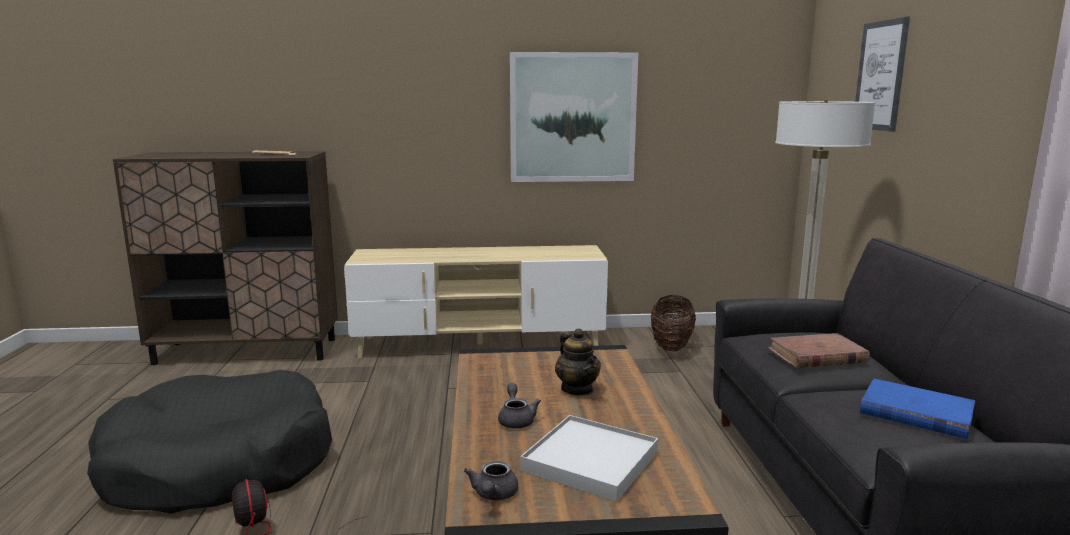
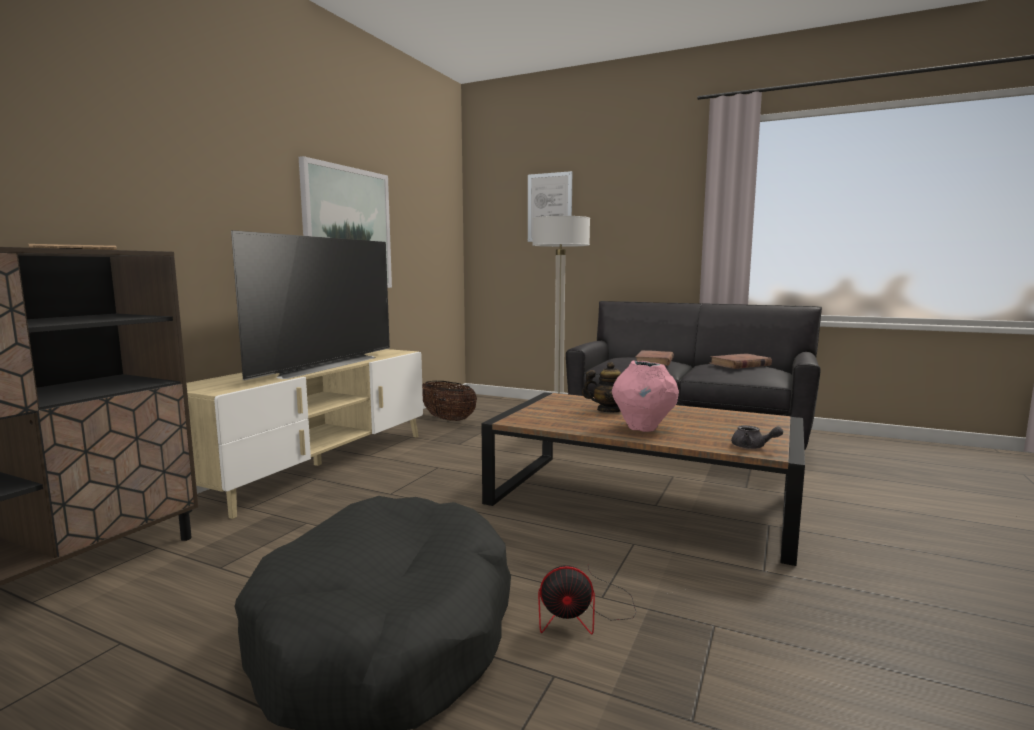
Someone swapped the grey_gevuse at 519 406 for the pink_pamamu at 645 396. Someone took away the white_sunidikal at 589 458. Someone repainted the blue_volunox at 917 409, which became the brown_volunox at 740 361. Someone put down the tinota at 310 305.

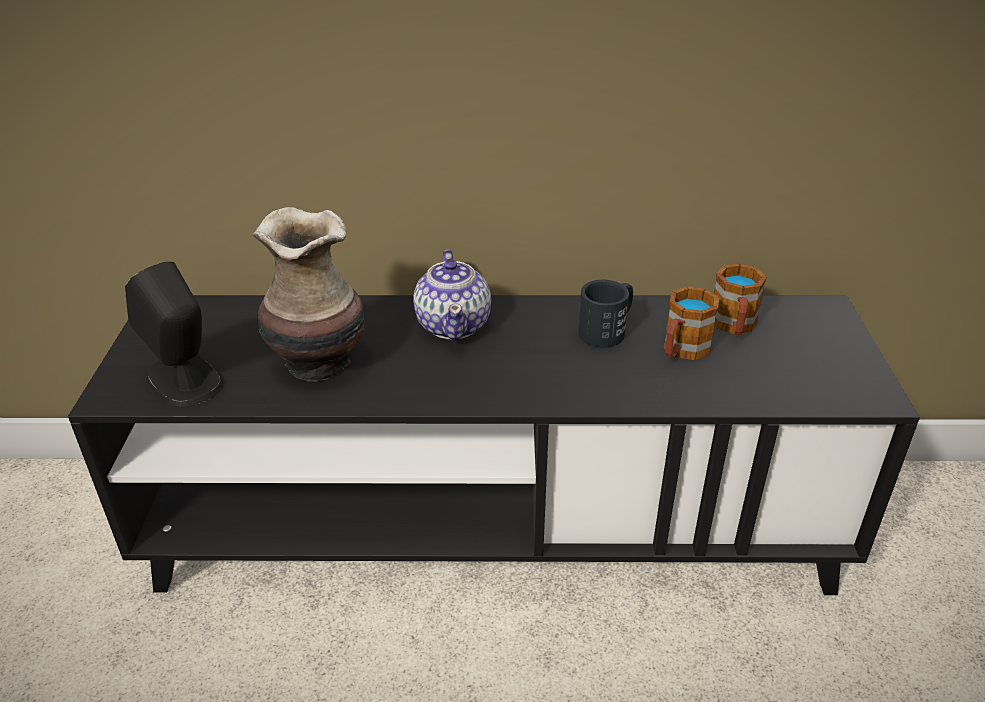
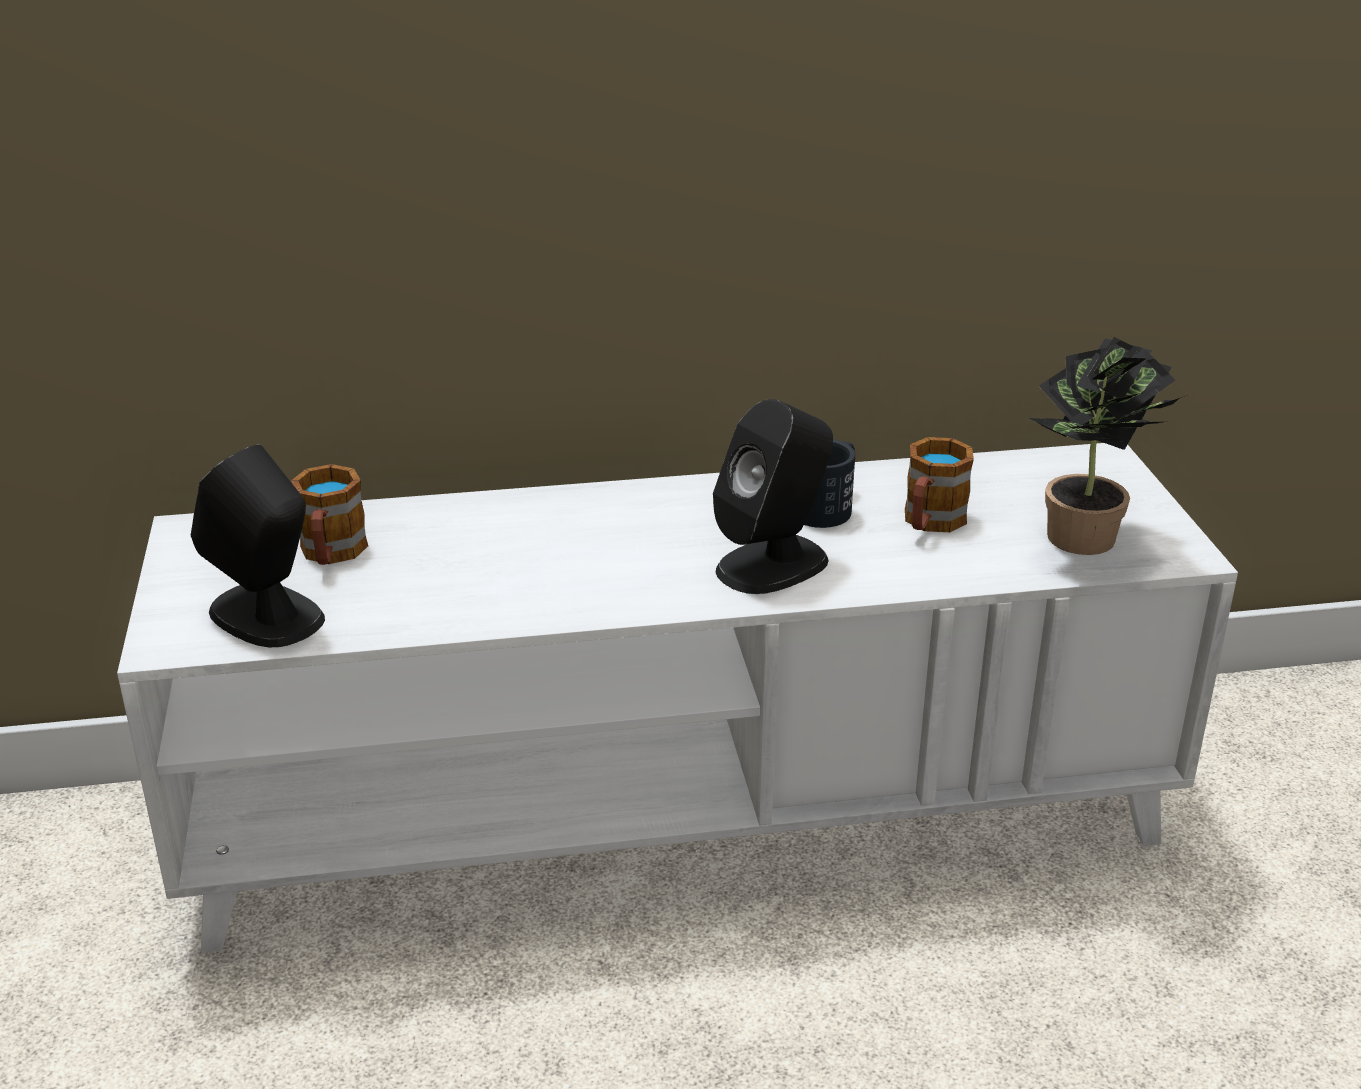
Someone repainted the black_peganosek at 494 445, which became the white_peganosek at 677 698. Someone took away the pamamu at 309 294. Someone took away the gevuse at 452 295. Someone carried the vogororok from 740 299 to 329 514. Someone put down the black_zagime at 773 496. Someone put down the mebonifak at 1108 446.

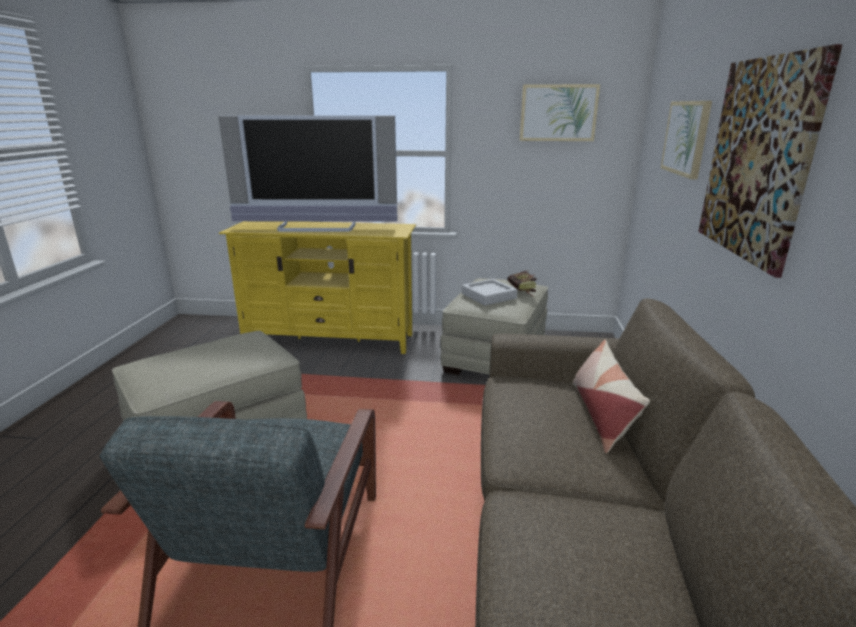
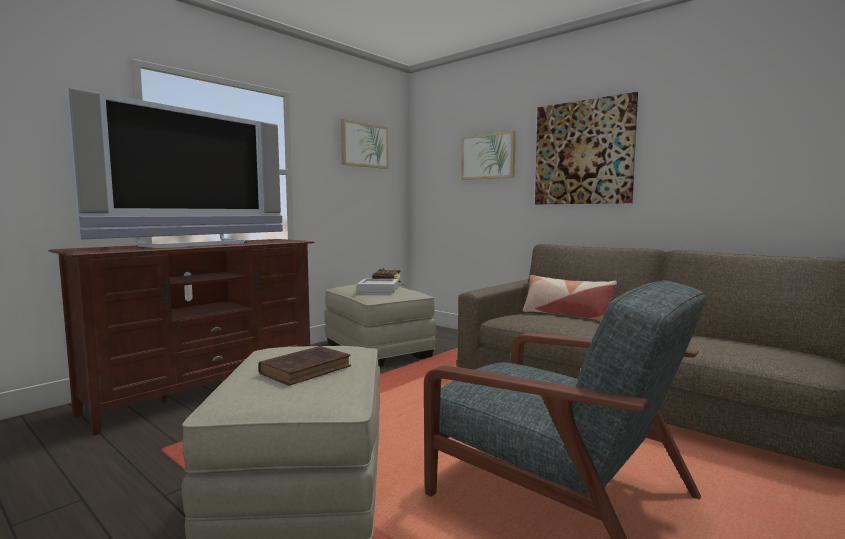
Someone repainted the yellow_peganosek at 317 287, which became the brown_peganosek at 182 337. Someone put down the brown_volunox at 304 366.

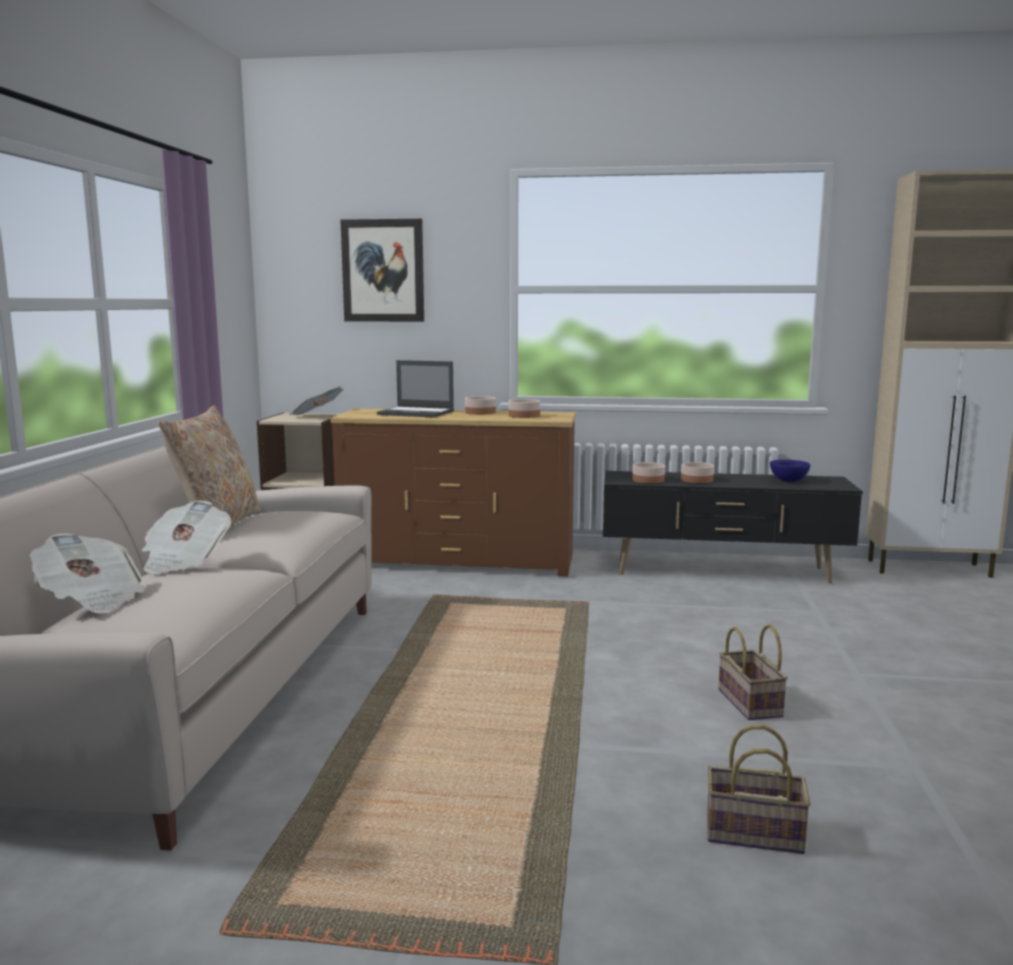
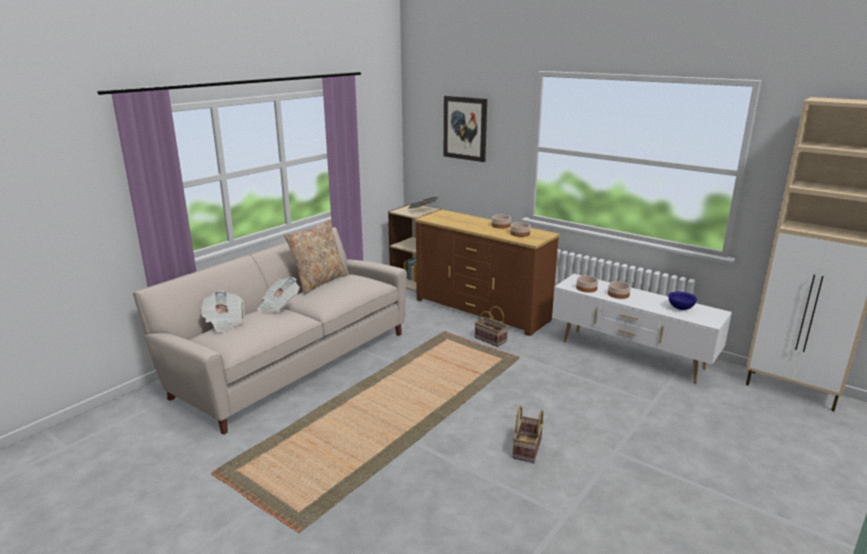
Someone took away the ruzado at 415 389. Someone repainted the black_peganosek at 733 527, which became the white_peganosek at 642 328. Someone carried the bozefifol from 759 789 to 491 326.

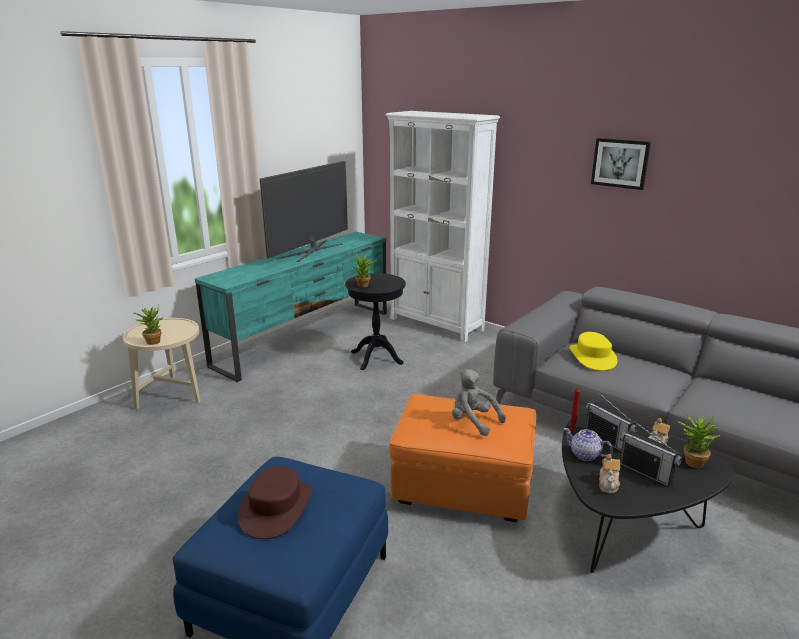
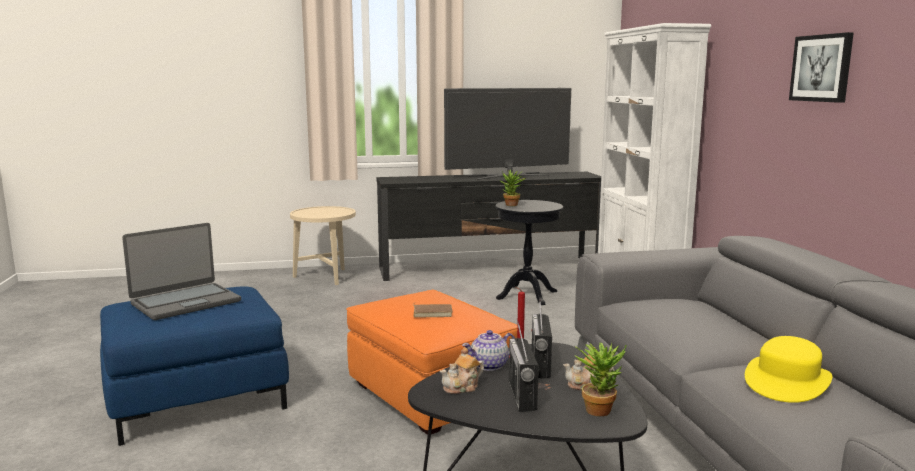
Someone took away the mebonifak at 148 324. Someone repainted the turquoise_peganosek at 291 307, which became the black_peganosek at 488 226. Someone swapped the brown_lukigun at 274 502 for the ruzado at 181 271. Someone swapped the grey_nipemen at 479 402 for the brown_volunox at 433 310. Someone rotated the gevuse at 588 444 by 105 degrees counterclockwise. Someone carried the yellow_lukigun from 593 351 to 788 369.

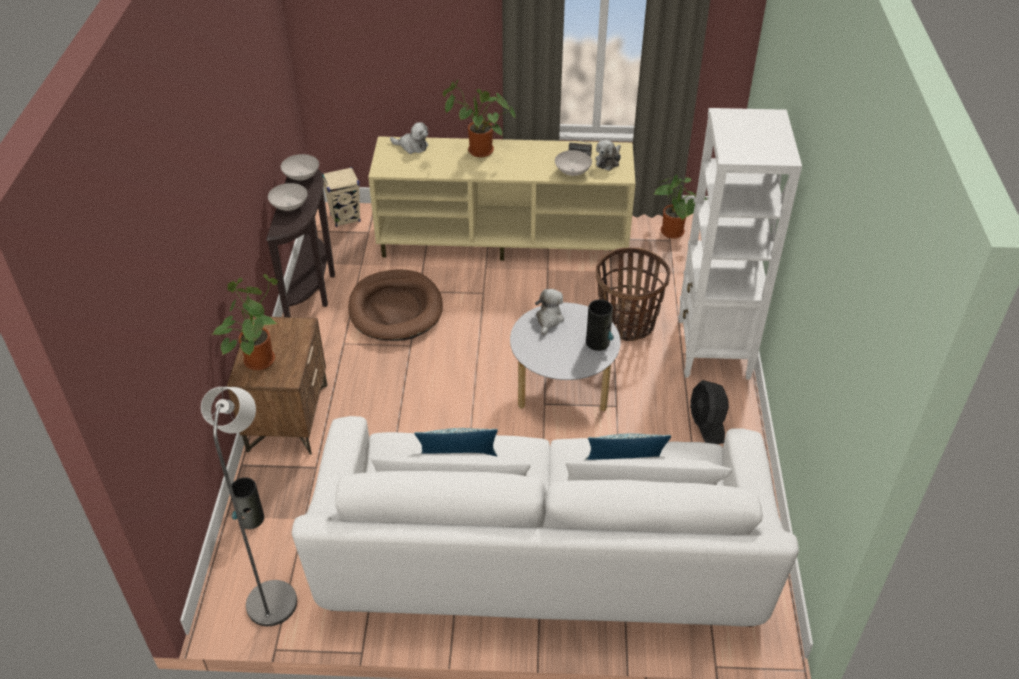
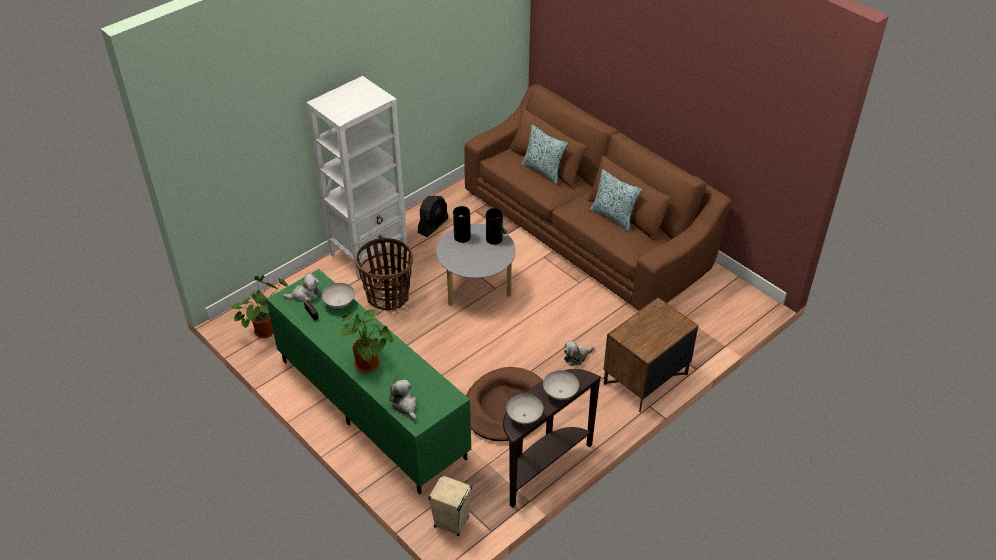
Someone took away the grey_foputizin at 249 506. Someone took away the mebonifak at 245 322. Someone carried the pamamu from 247 503 to 496 226. Someone repainted the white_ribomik at 545 521, which became the brown_ribomik at 598 197. Someone repainted the beige_peganosek at 502 198, which became the green_peganosek at 368 381. Someone carried the nipemen from 549 312 to 579 353.

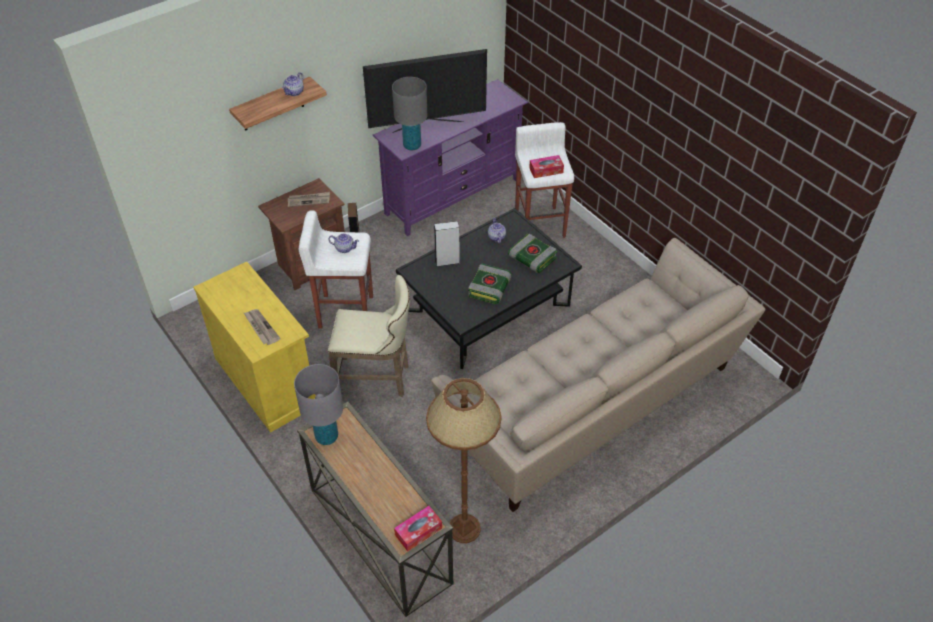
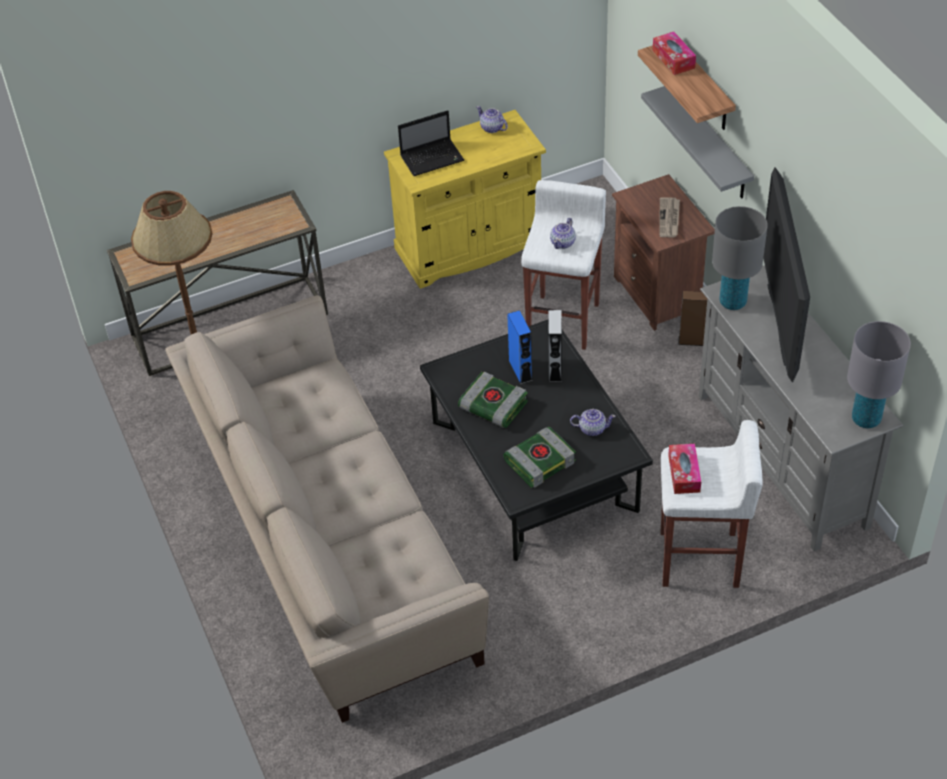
Someone swapped the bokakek at 262 327 for the ruzado at 431 143. Someone carried the gevuse from 293 84 to 492 119. Someone carried the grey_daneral from 318 404 to 879 374. Someone took away the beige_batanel at 369 336. Someone repainted the purple_peganosek at 450 157, which became the grey_peganosek at 801 408. Someone carried the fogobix from 418 528 to 674 53. Someone put down the blue_zagime at 520 347. Someone put up the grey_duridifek at 697 142.

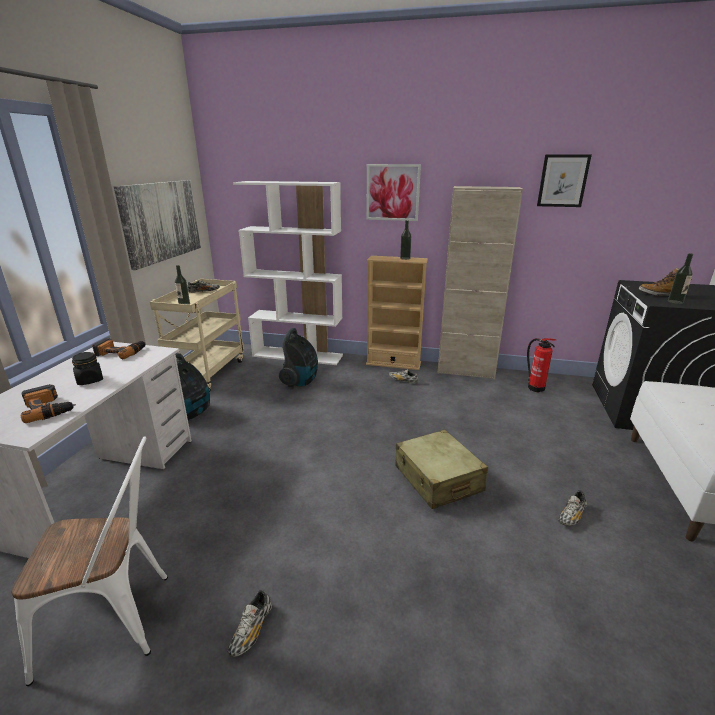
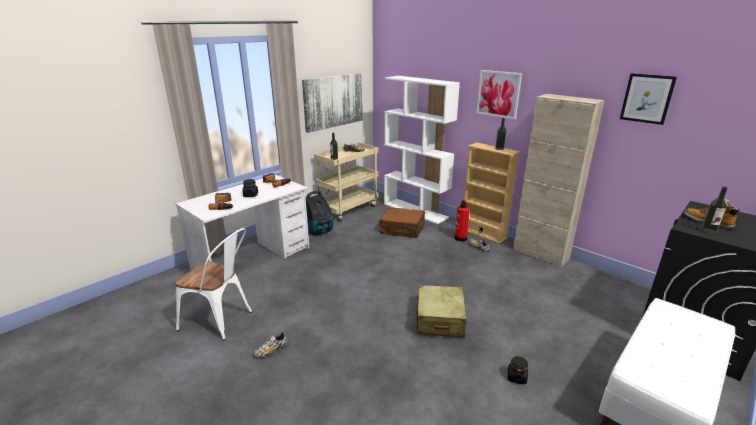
Someone swapped the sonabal at 298 357 for the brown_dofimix at 402 222. Someone carried the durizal from 541 365 to 462 220. Someone swapped the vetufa at 572 508 for the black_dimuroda at 518 369.

